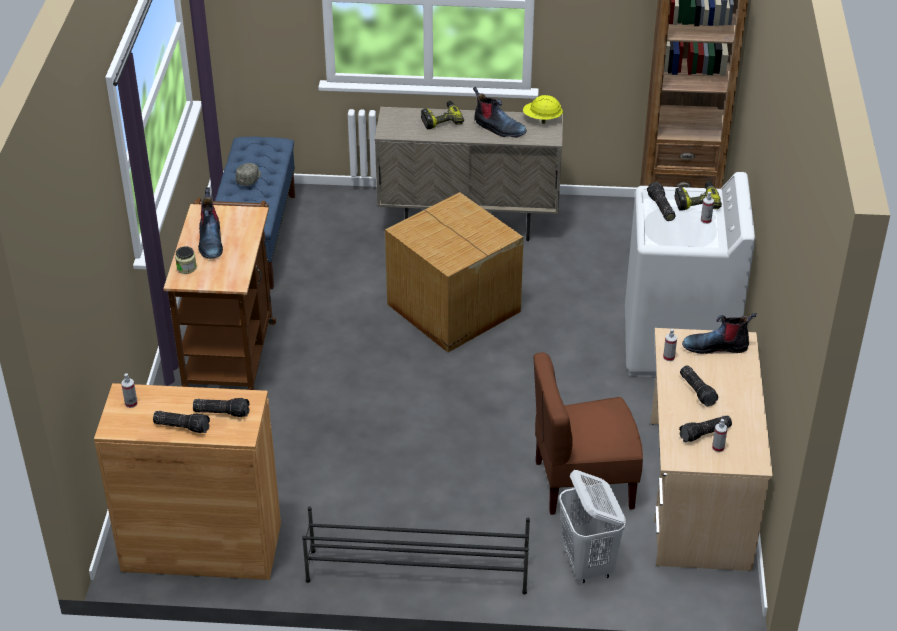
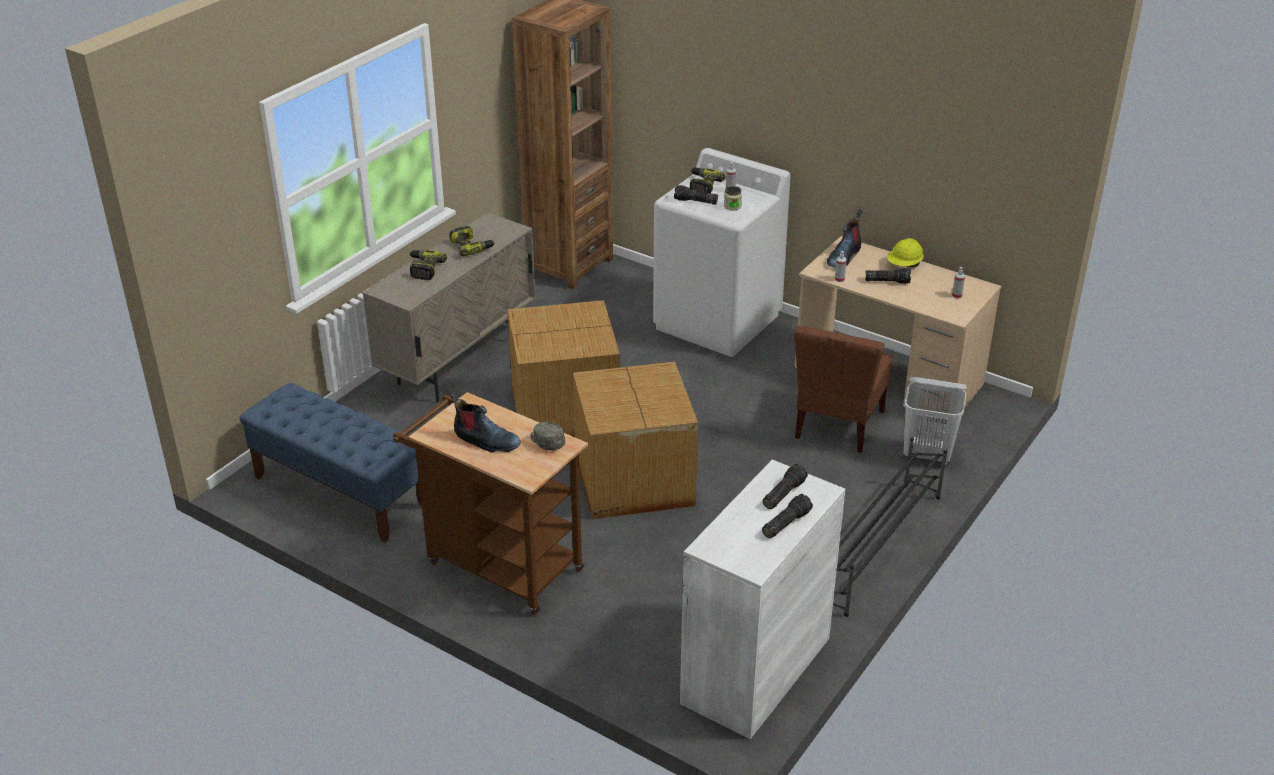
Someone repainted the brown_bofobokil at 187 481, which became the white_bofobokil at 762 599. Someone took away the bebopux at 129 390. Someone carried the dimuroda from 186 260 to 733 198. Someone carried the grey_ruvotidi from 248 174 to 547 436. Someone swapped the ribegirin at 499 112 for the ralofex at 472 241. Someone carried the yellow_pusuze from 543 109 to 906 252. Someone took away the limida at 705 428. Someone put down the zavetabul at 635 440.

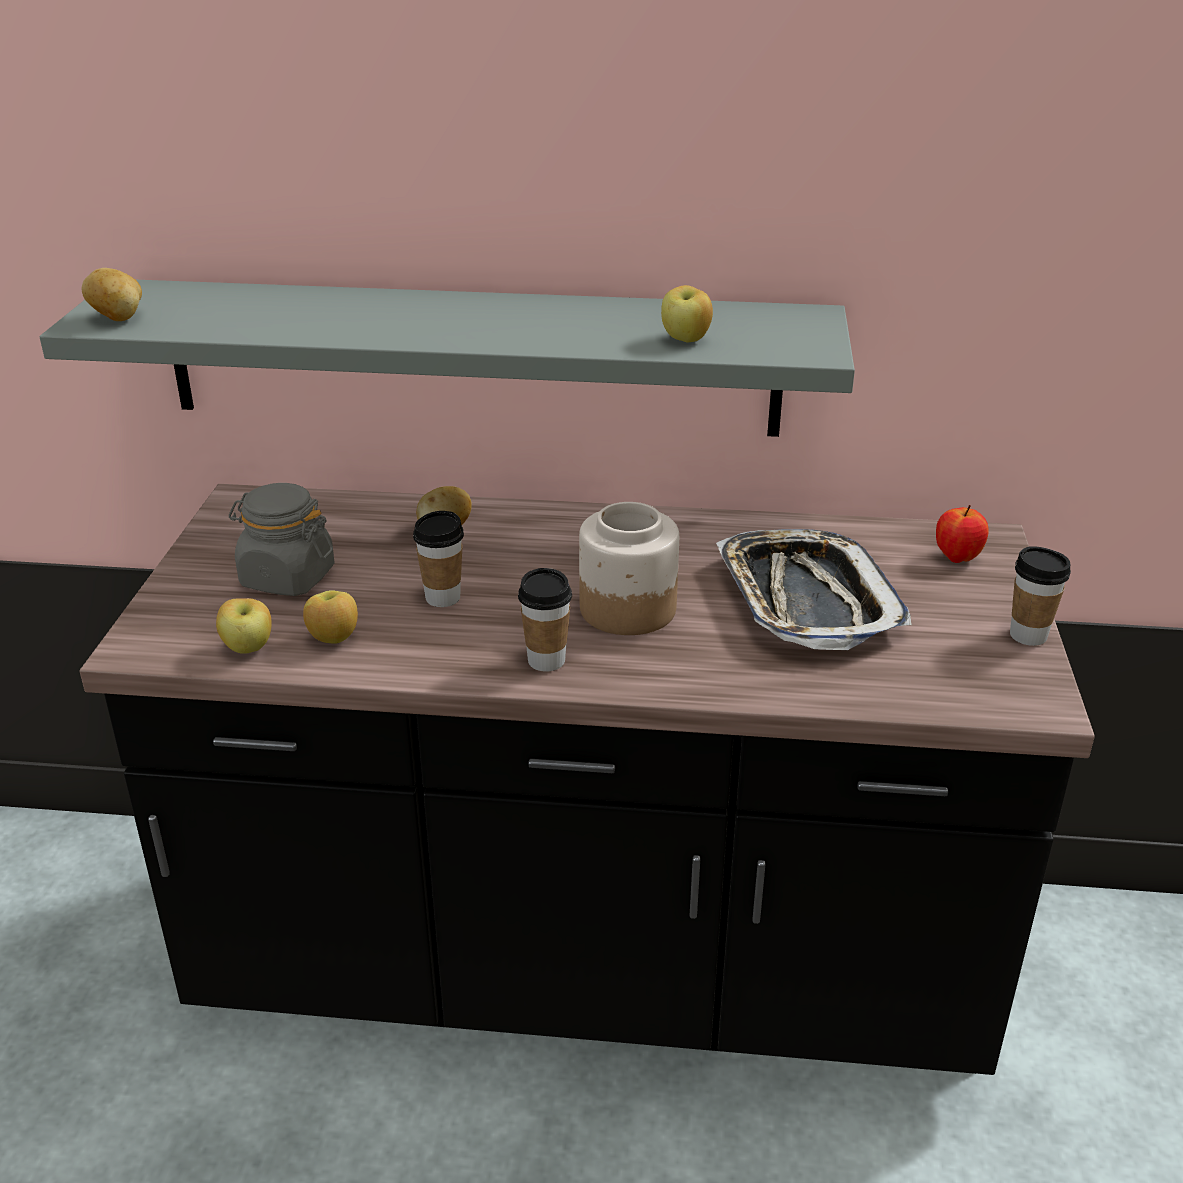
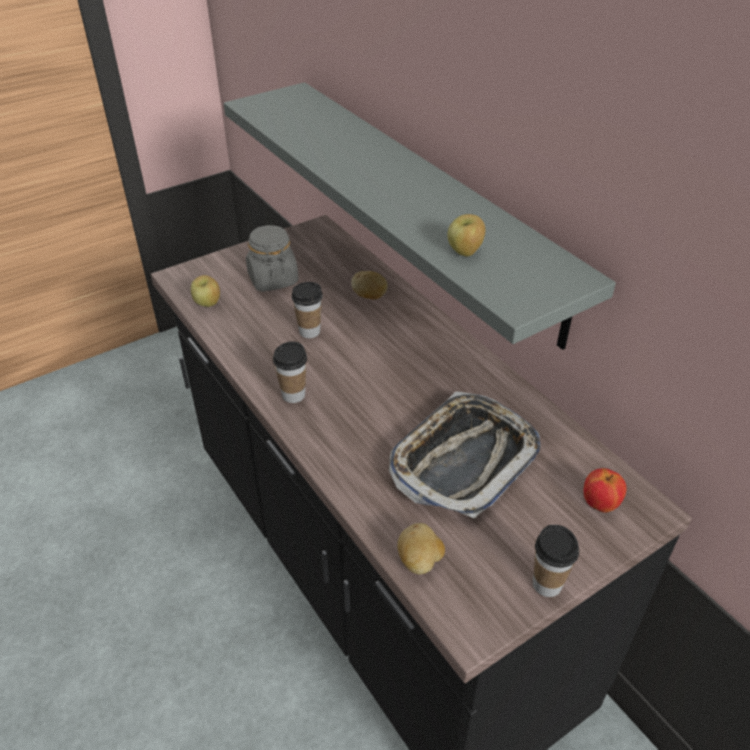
Someone carried the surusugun from 112 294 to 421 548. Someone took away the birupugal at 330 617. Someone took away the dimuroda at 629 568.

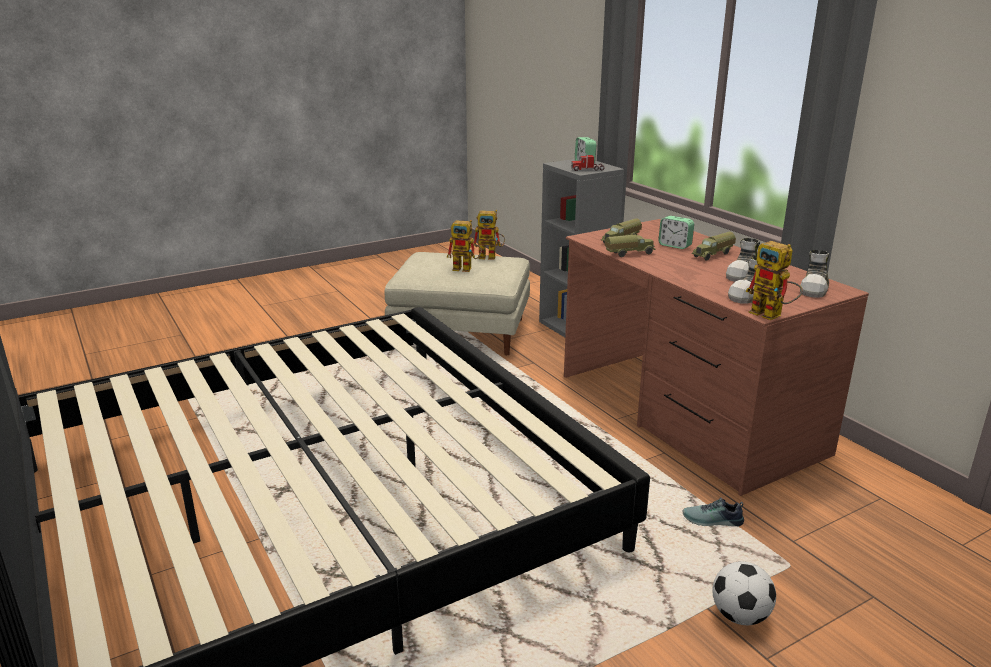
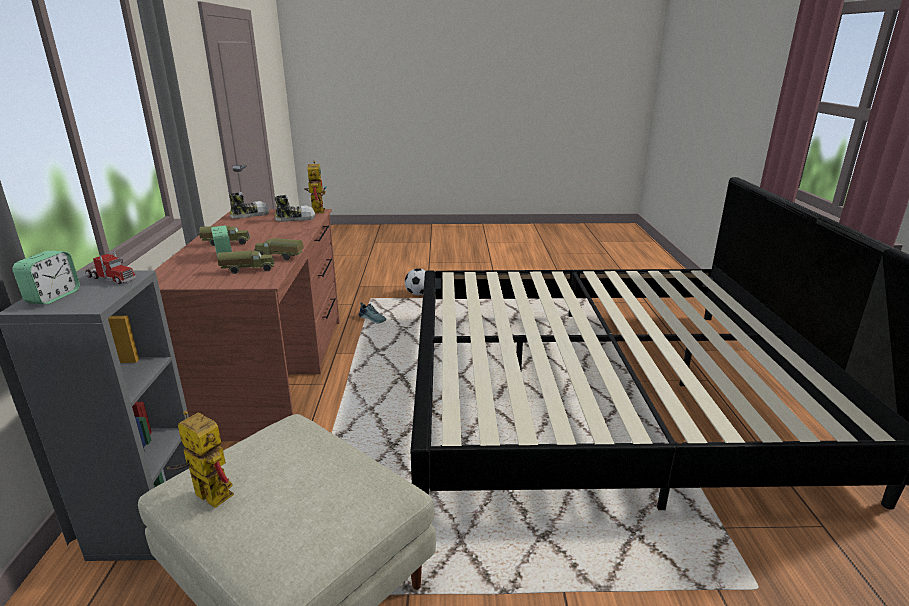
Someone took away the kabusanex at 464 246. Someone took away the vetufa at 743 260.

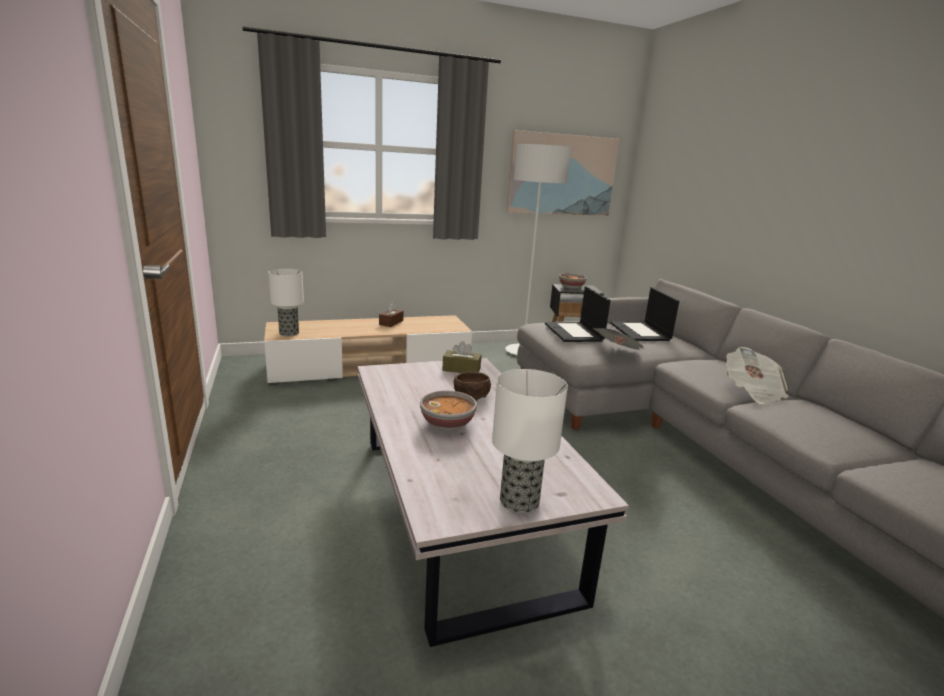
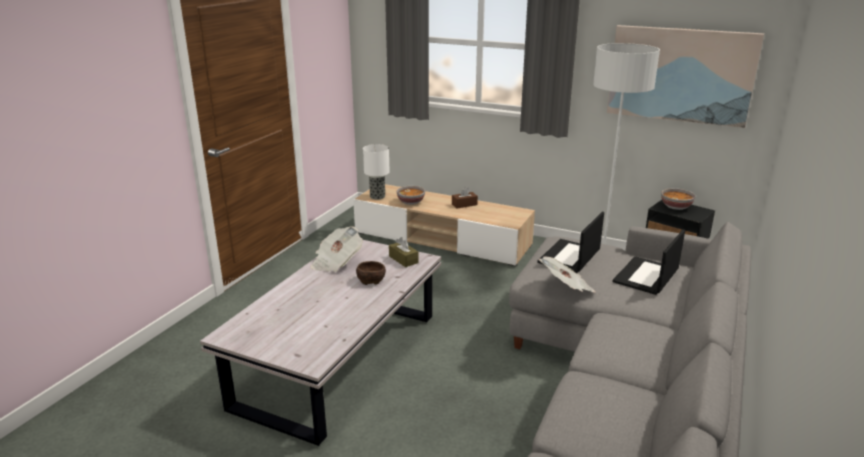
Someone carried the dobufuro from 448 411 to 411 195. Someone took away the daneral at 530 441. Someone carried the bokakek from 757 375 to 336 249.

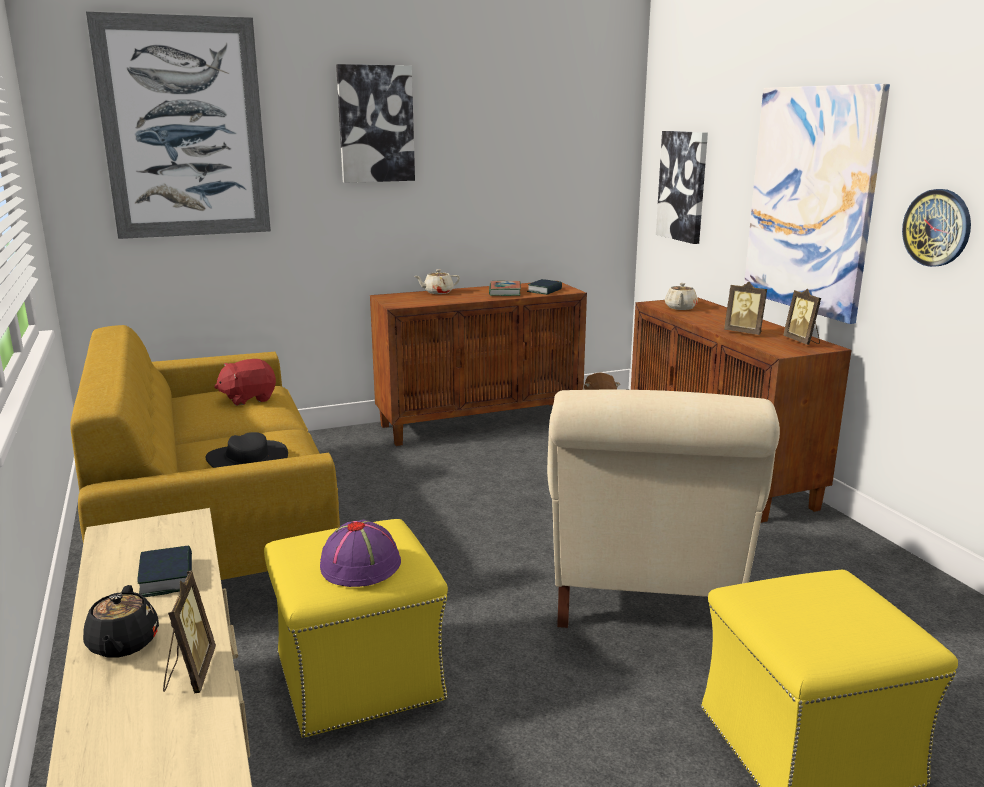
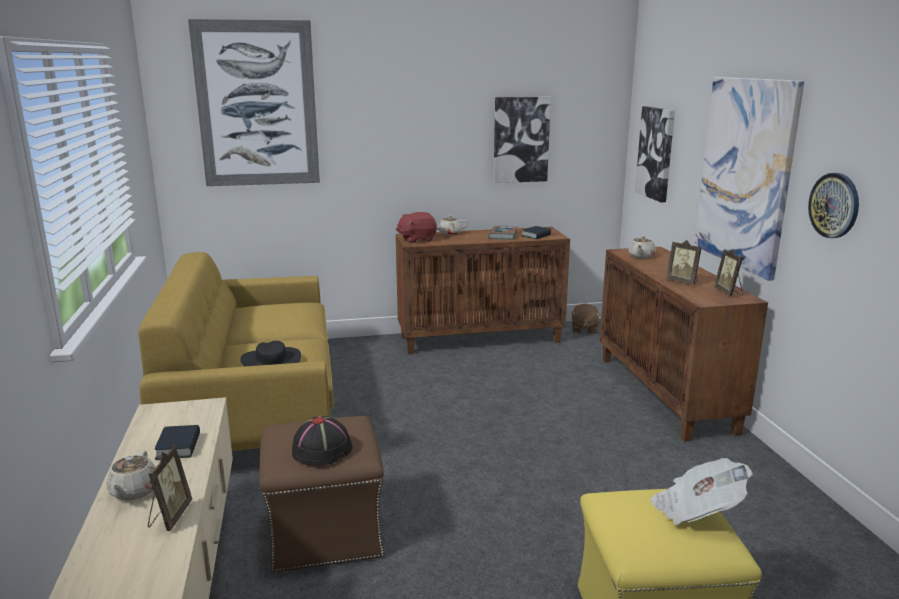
Someone repainted the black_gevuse at 121 621, which became the beige_gevuse at 131 475. Someone carried the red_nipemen from 245 382 to 416 227. Someone repainted the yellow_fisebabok at 356 628, which became the brown_fisebabok at 321 494. Someone repainted the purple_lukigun at 360 553, which became the black_lukigun at 322 441. Someone carried the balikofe from 375 123 to 522 140. Someone took away the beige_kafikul at 663 509. Someone put down the bokakek at 701 491.

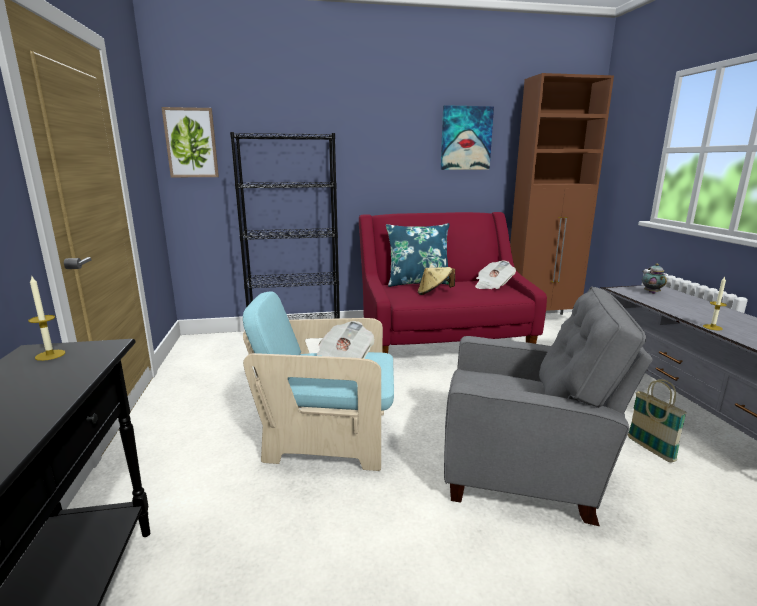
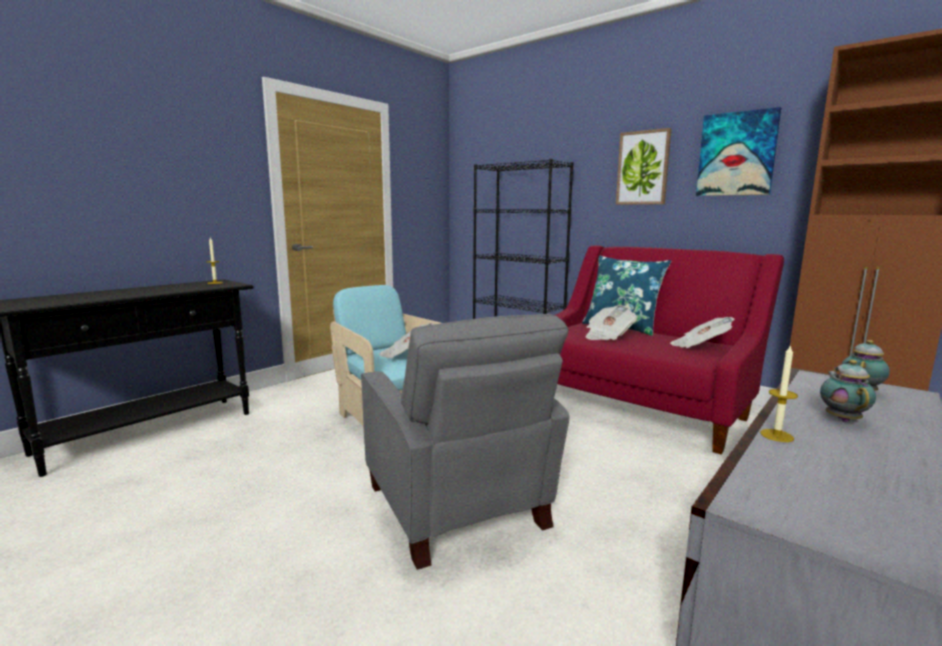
Someone carried the balikofe from 190 142 to 644 166. Someone swapped the beige_lukigun at 436 281 for the bokakek at 611 322. Someone took away the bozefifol at 657 421. Someone put down the gevuse at 848 391.

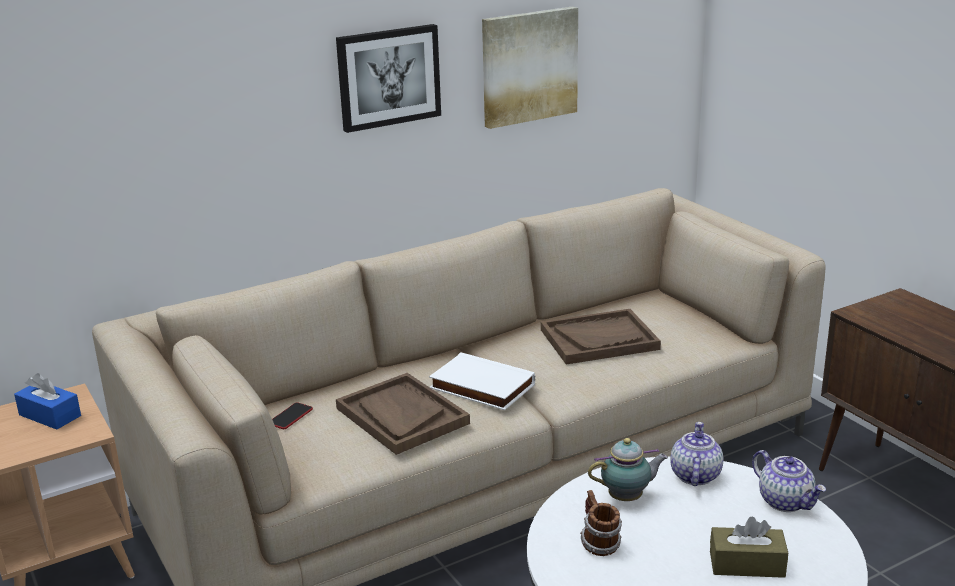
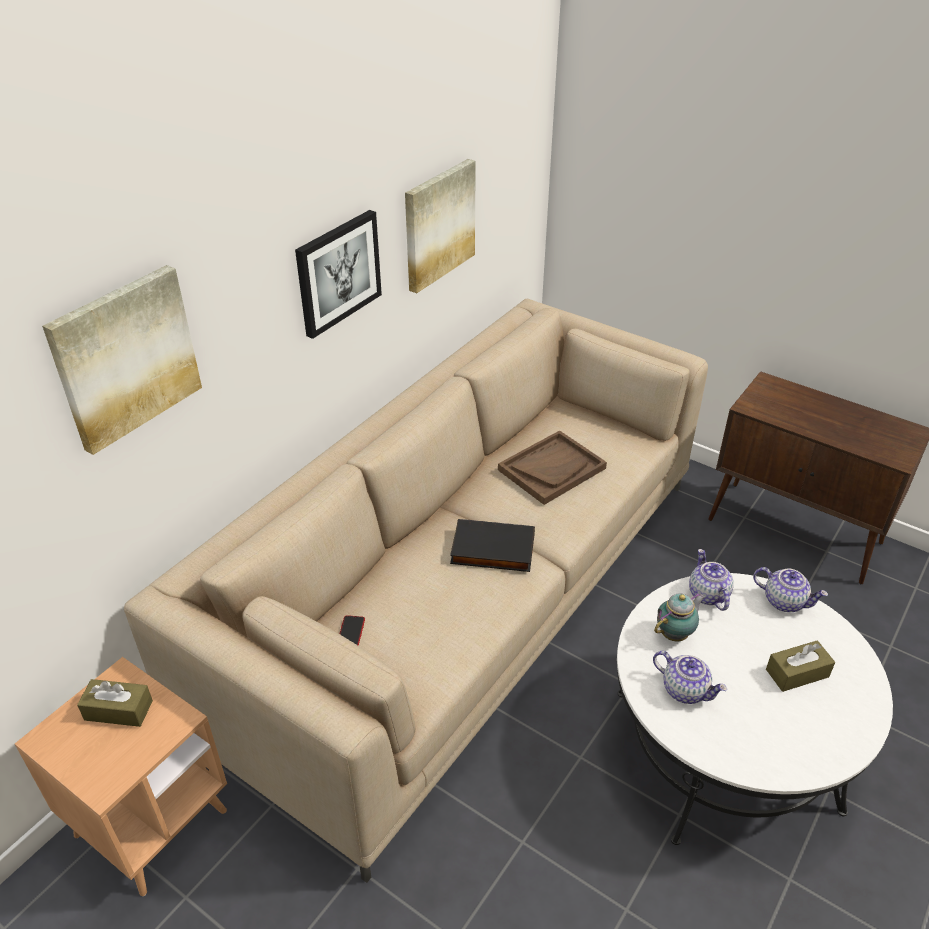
Someone repainted the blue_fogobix at 47 401, which became the brown_fogobix at 115 703. Someone took away the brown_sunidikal at 403 414. Someone repainted the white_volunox at 482 381, which became the black_volunox at 492 545. Someone swapped the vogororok at 601 523 for the gevuse at 690 677. Someone put up the balikofe at 122 360.

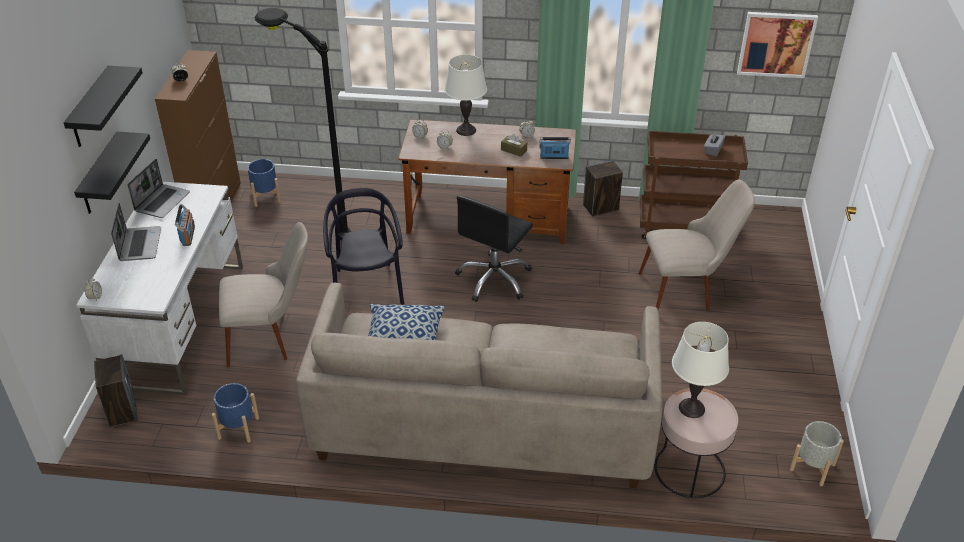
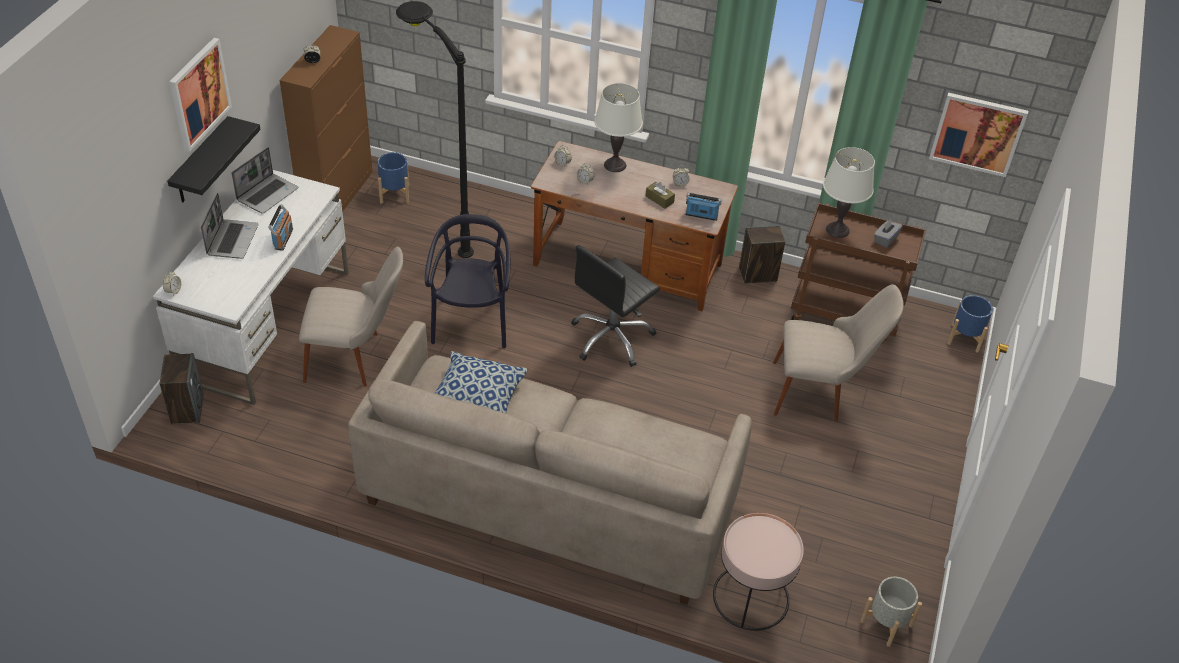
Someone swapped the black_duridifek at 103 106 for the balikofe at 200 95. Someone carried the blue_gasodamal from 235 412 to 970 324. Someone carried the white_daneral from 700 370 to 849 192.

